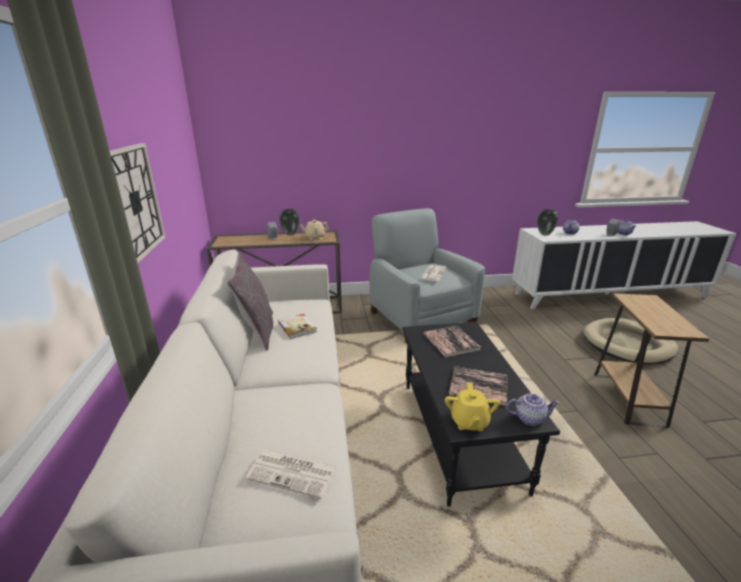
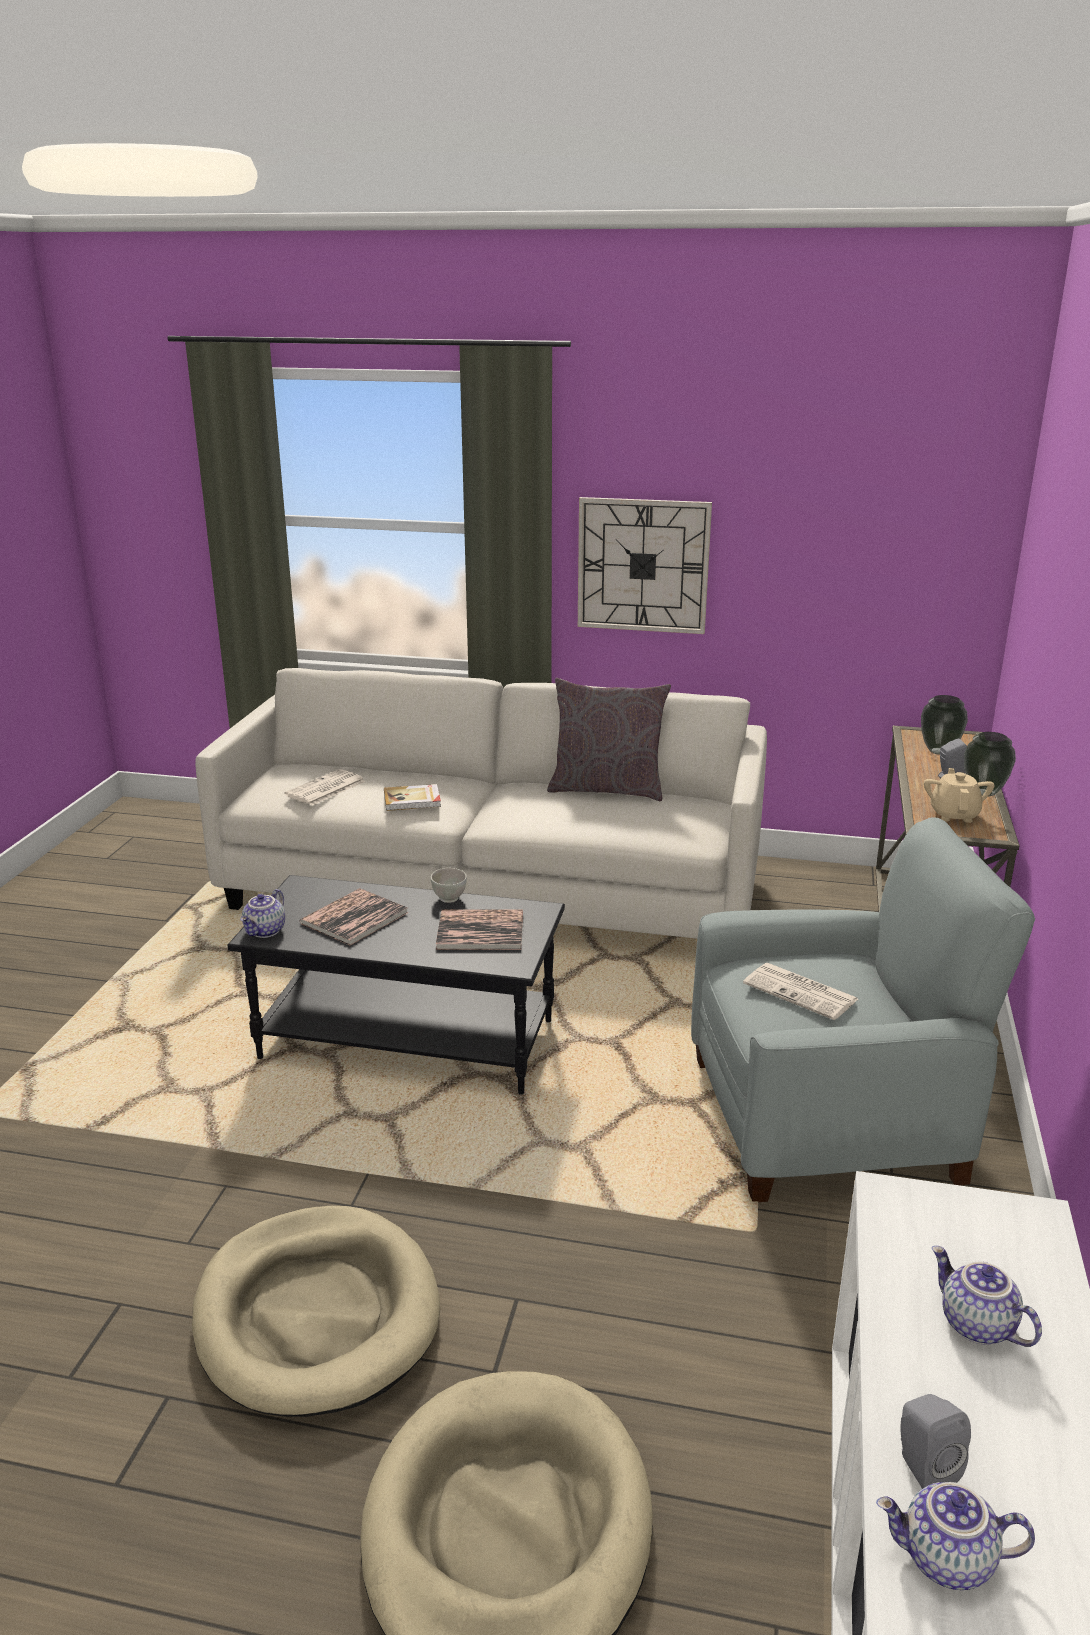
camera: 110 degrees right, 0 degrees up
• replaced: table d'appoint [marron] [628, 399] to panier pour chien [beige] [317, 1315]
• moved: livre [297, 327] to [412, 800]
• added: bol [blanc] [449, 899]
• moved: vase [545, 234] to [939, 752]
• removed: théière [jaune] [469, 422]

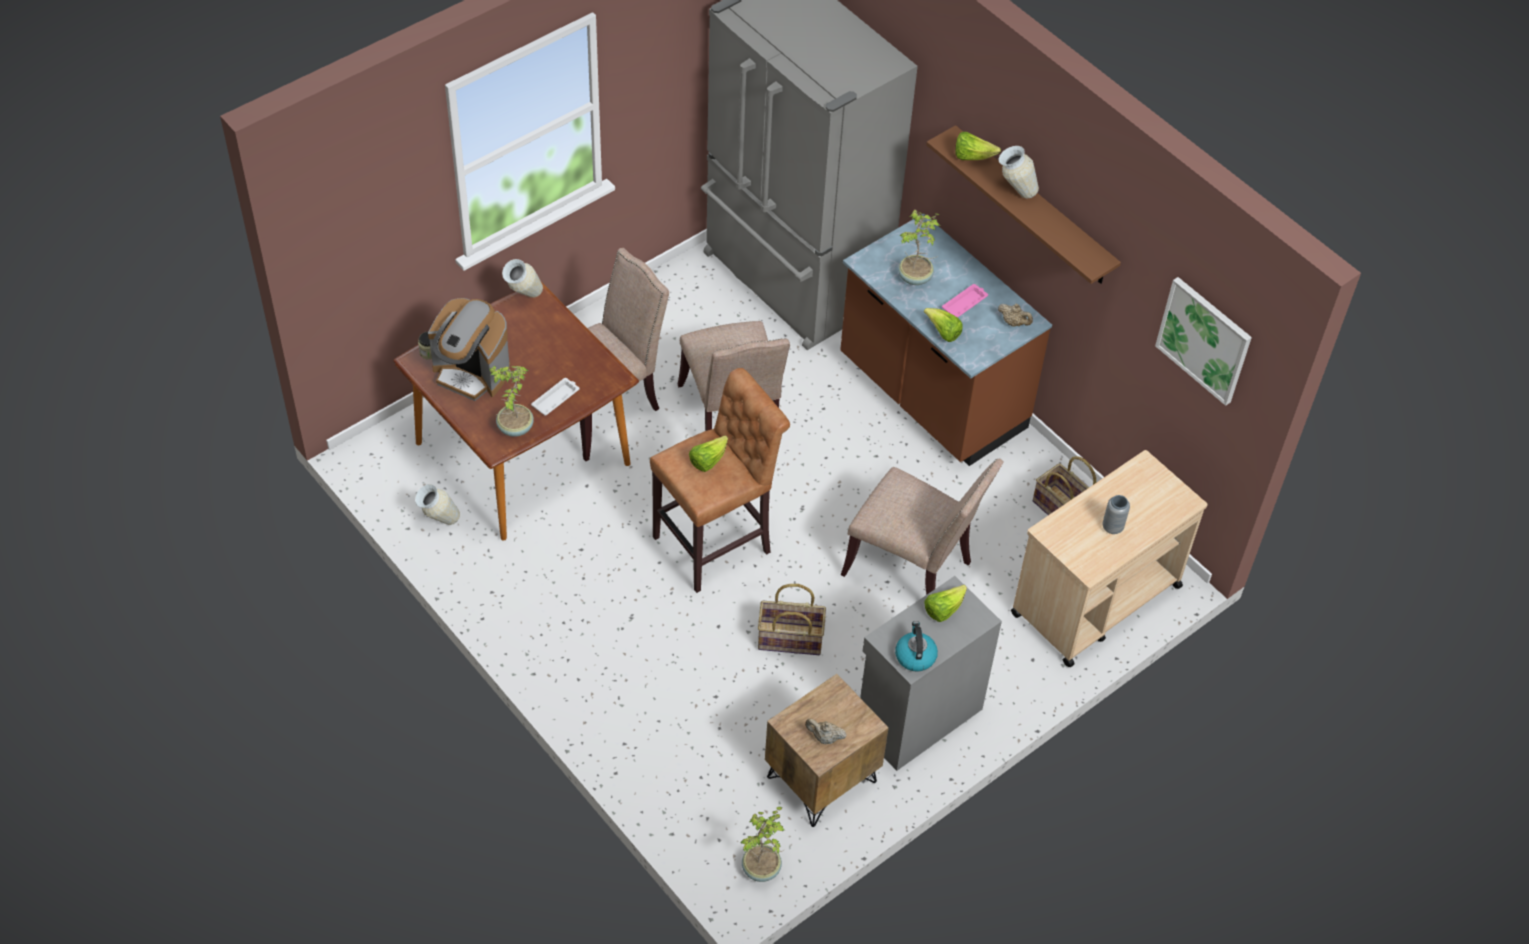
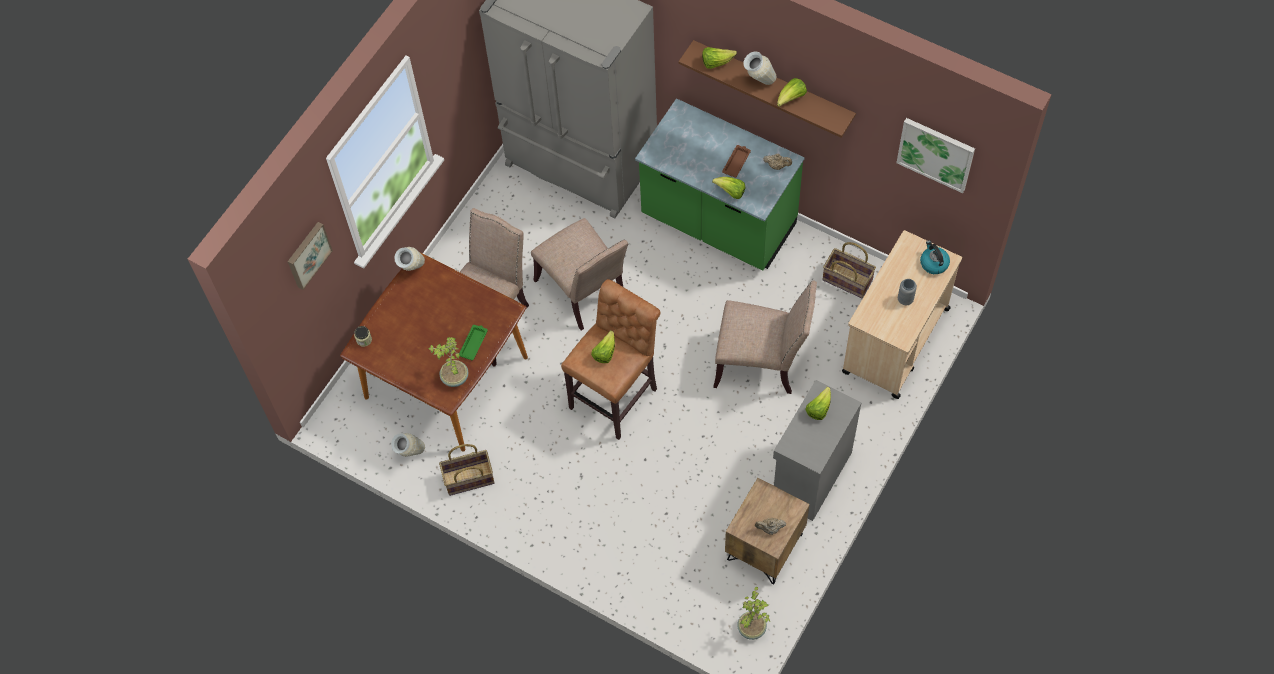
camera: 15 degrees left, 10 degrees up
• added: tableau [307, 254]
• moved: panier [790, 639] to [469, 479]
• recoloured: plateau [blanc] [556, 398] to plateau [vert] [473, 343]
• recoloured: comptoir de cuisine [marron] [931, 395] to comptoir de cuisine [vert] [718, 222]
• recoloured: plateau [rose] [965, 303] to plateau [marron] [736, 162]
• added: laitue [791, 98]
• moved: bouilloire [915, 656] to [933, 263]
• removed: machine à café [471, 373]
• removed: plante en pot [916, 278]

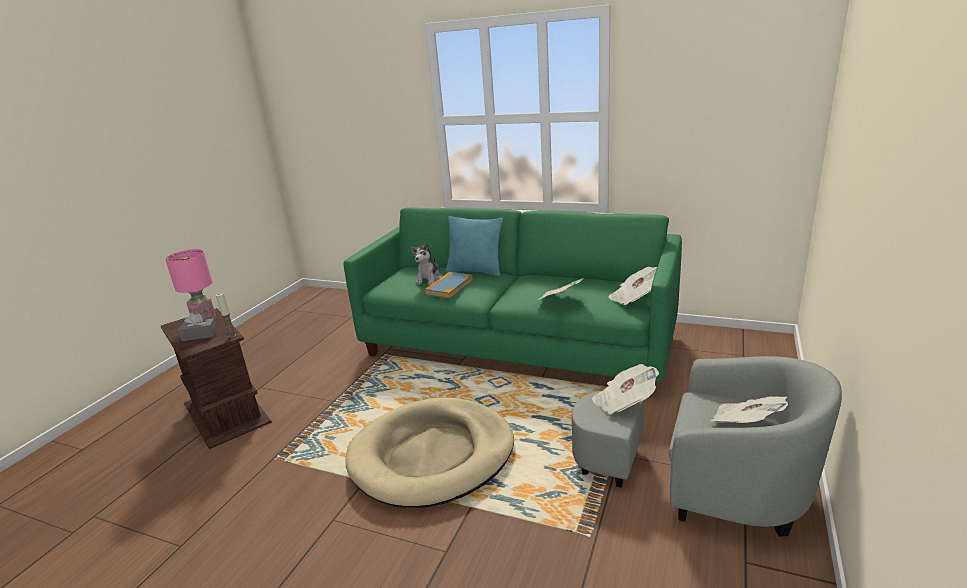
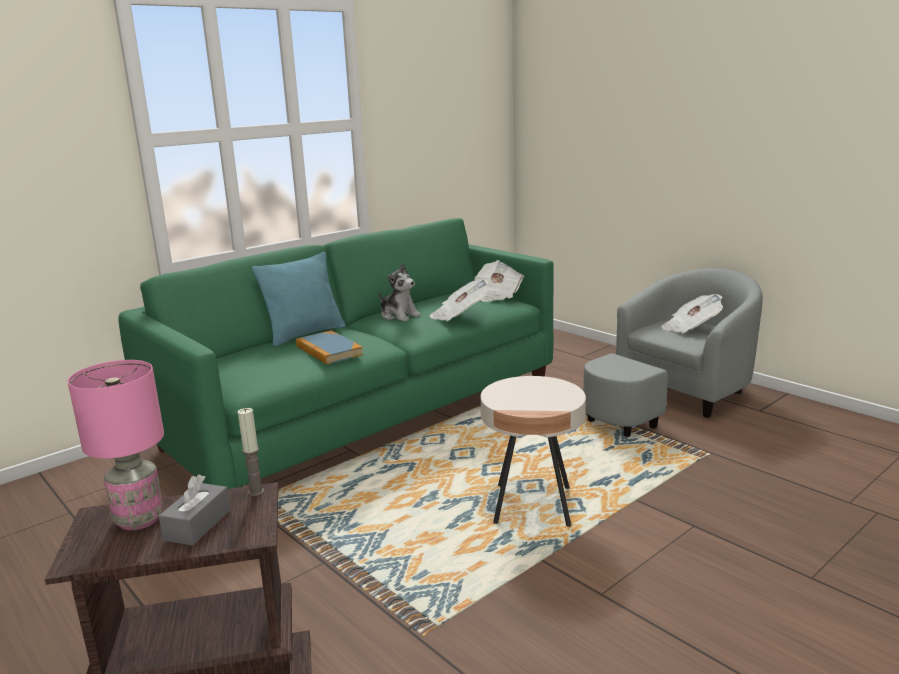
camera: 65 degrees left, 5 degrees down
• moved: peluche [429, 279] to [399, 315]
• replaced: panier pour chien [beige] [432, 455] to table d'appoint [beige] [532, 505]
• removed: journal [624, 403]

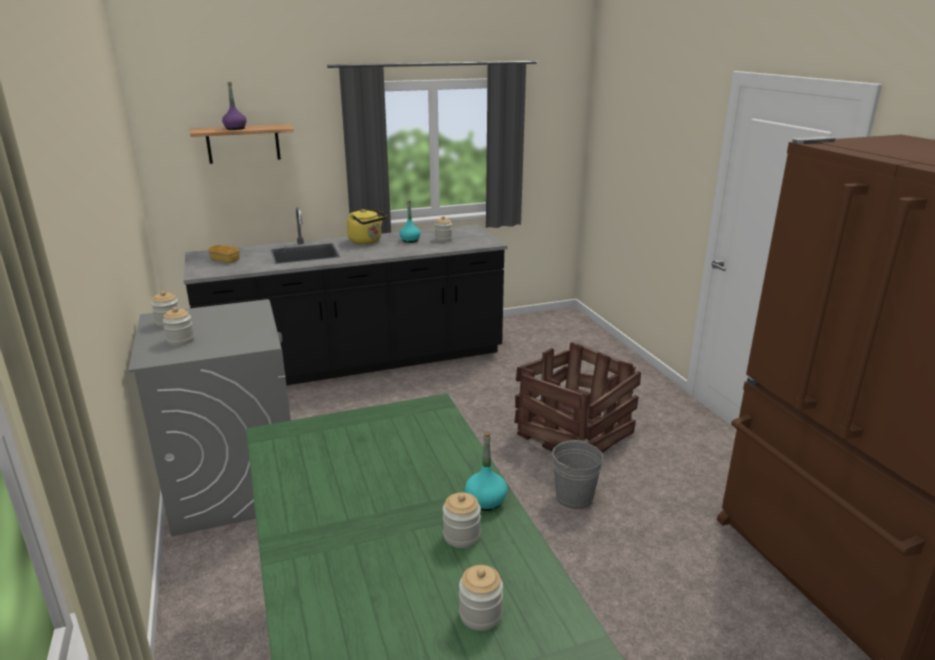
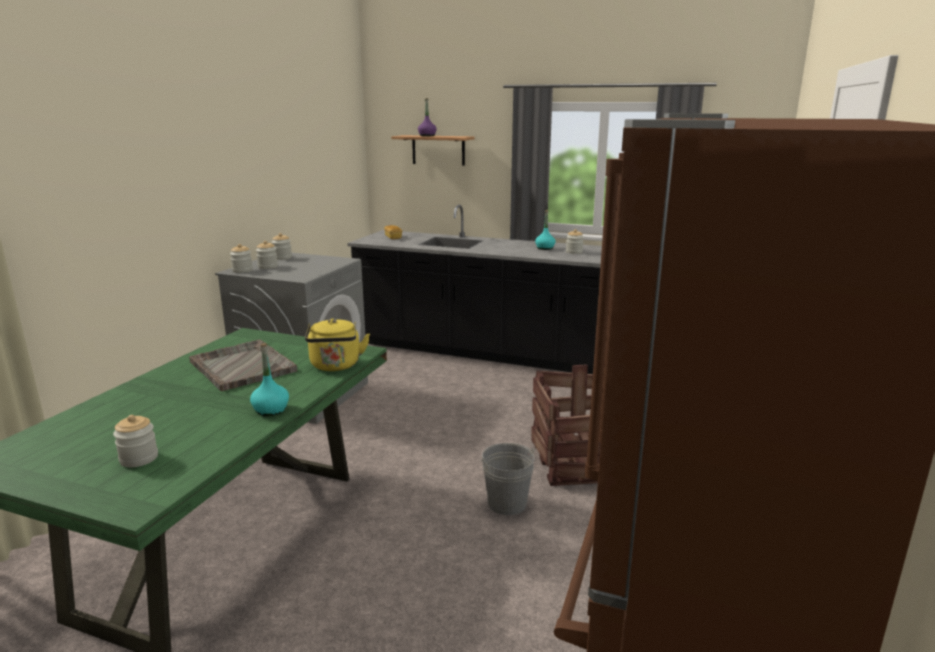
camera: 40 degrees right, 5 degrees down
• added: plateau [gris] [242, 366]
• moved: bocal [461, 536] to [242, 270]
• moved: bouilloire [jaune] [367, 241] to [335, 366]

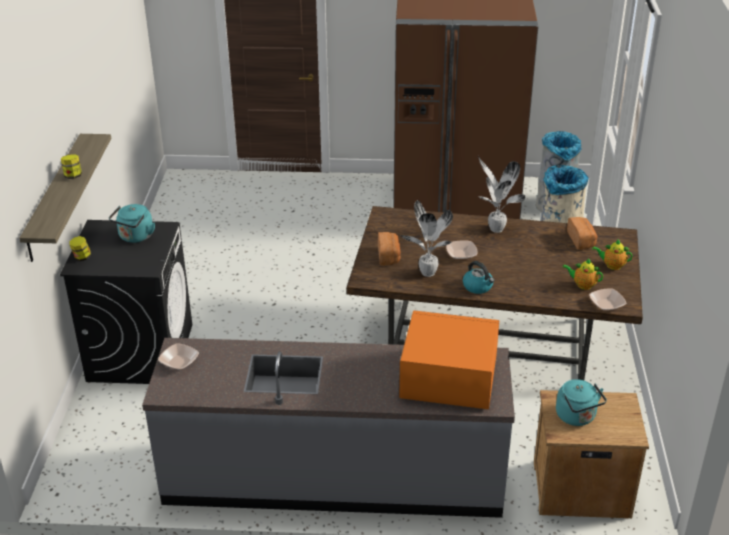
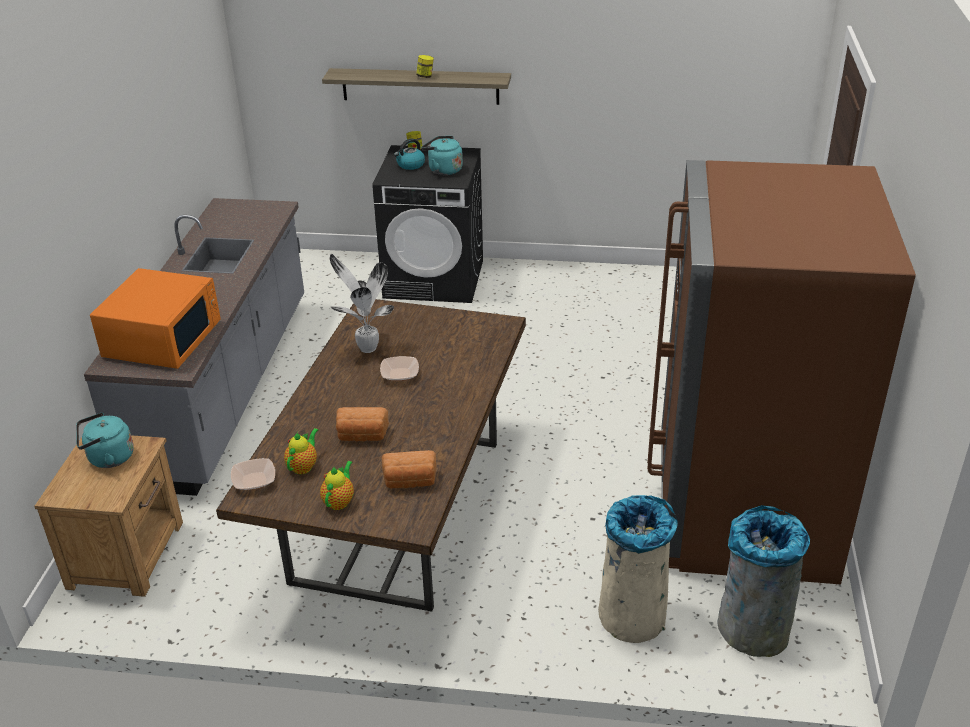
camera: 95 degrees right, 0 degrees up
• moved: pain [389, 256] to [362, 436]
• moved: bouilloire [478, 287] to [410, 165]
• removed: bol [179, 362]
• removed: plante en pot [495, 229]

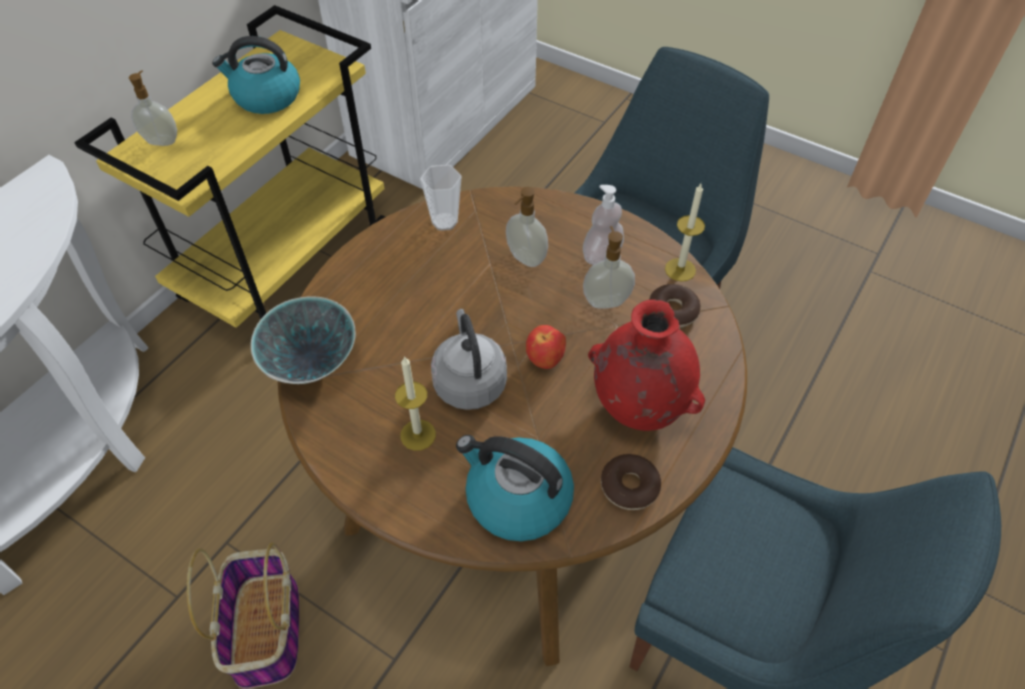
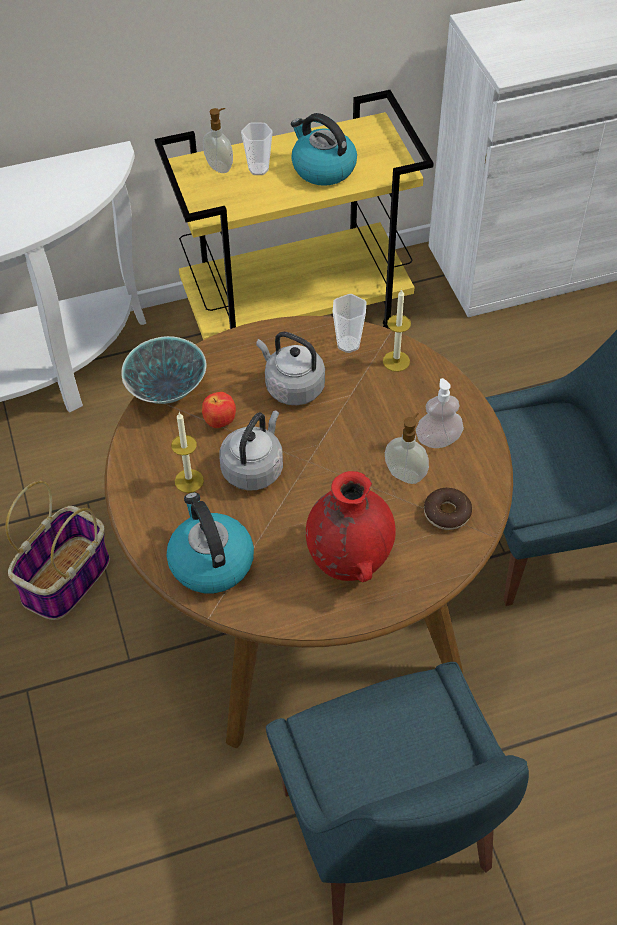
camera: 40 degrees right, 0 degrees up
• moved: pomme [545, 361] to [220, 422]
• added: tasse [258, 169]
• added: bouilloire [gris] [292, 387]
• moved: bougie [680, 270] to [396, 361]
• removed: distributeur de savon [525, 259]
• removed: beignet [629, 487]

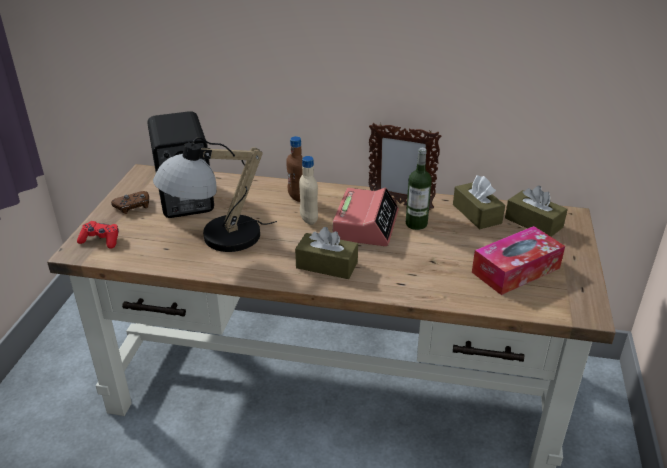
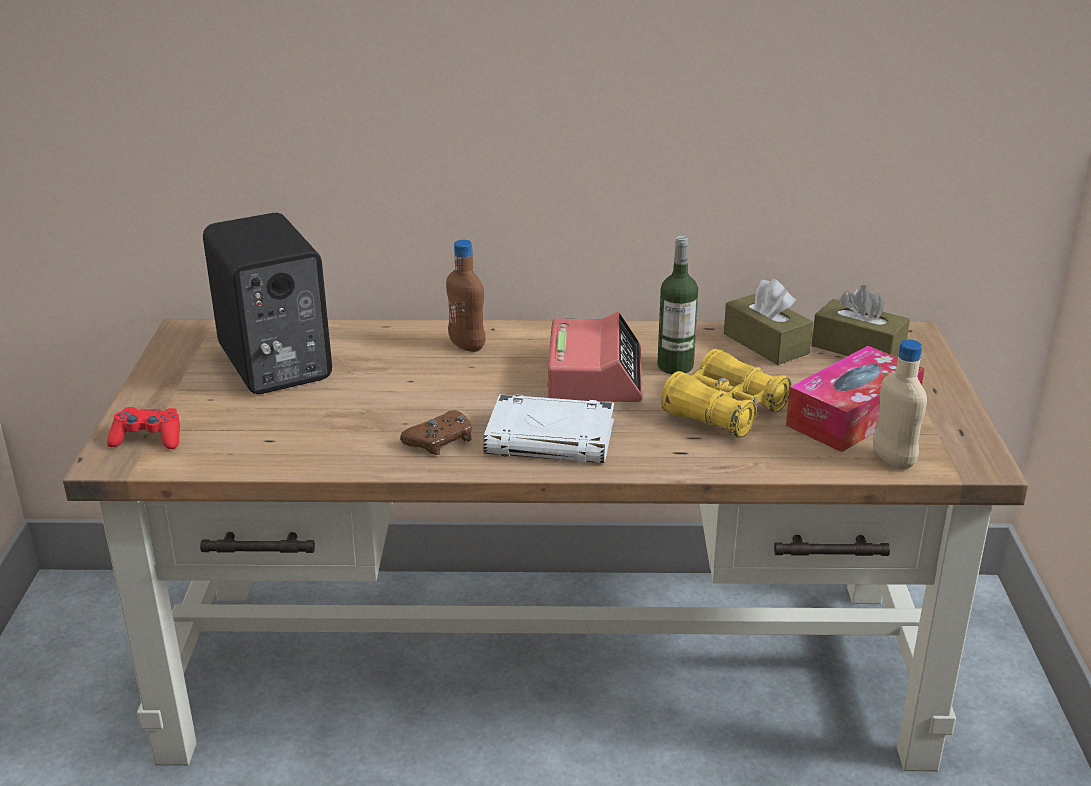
camera: 10 degrees left, 5 degrees down
• moved: manette [marron] [133, 206] to [440, 440]
• replaced: boîte à mouchoirs [marron] [327, 265] to livre [blanc] [551, 438]
• added: jumelles [jaune] [724, 411]
• moved: bouteille [beige] [309, 219] to [893, 460]
• removed: lampe de table [216, 240]
• removed: cadre photo [400, 204]

